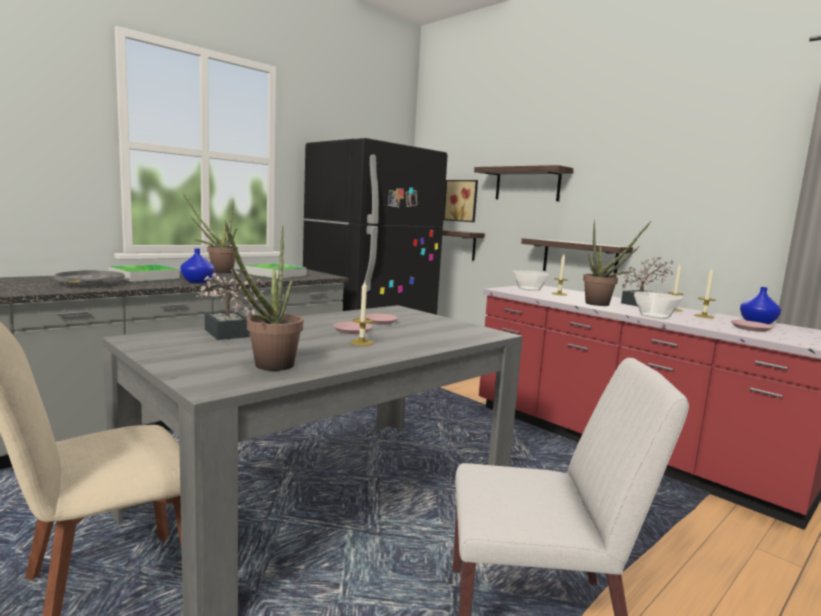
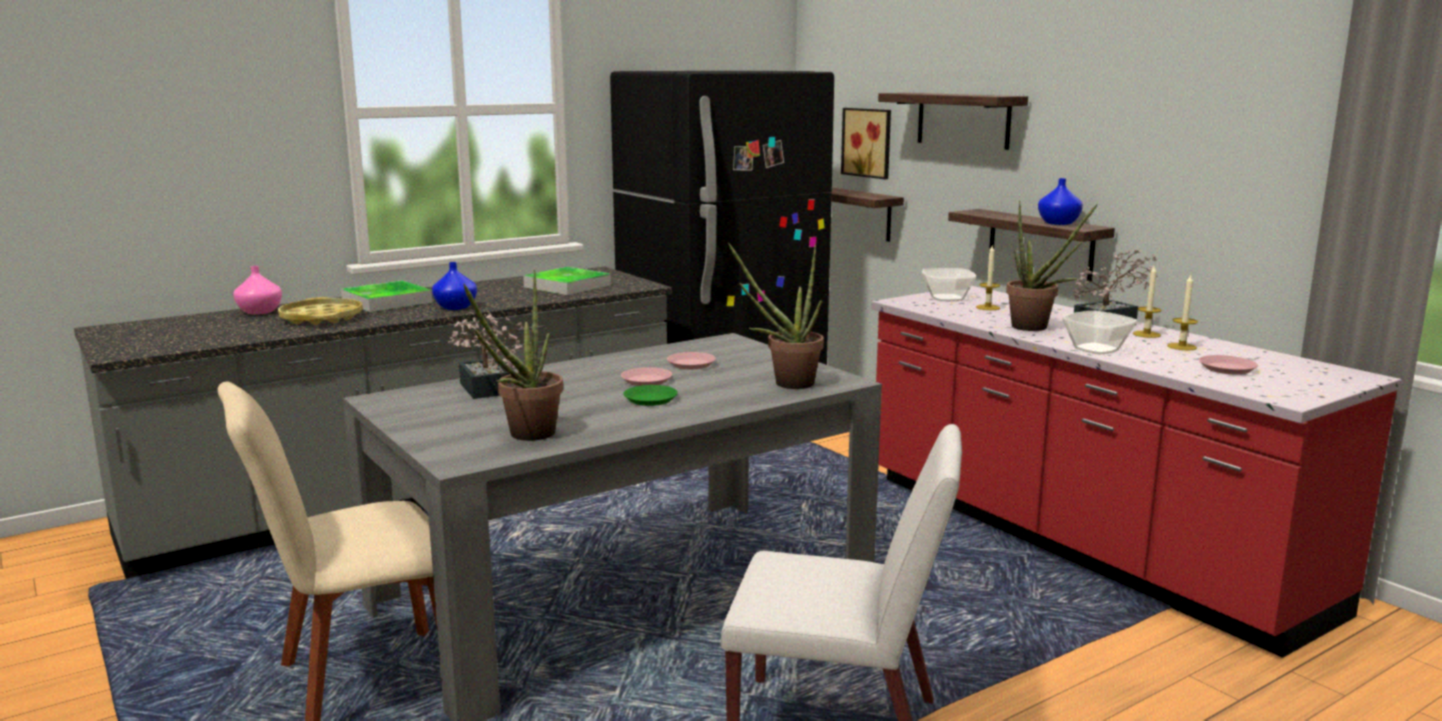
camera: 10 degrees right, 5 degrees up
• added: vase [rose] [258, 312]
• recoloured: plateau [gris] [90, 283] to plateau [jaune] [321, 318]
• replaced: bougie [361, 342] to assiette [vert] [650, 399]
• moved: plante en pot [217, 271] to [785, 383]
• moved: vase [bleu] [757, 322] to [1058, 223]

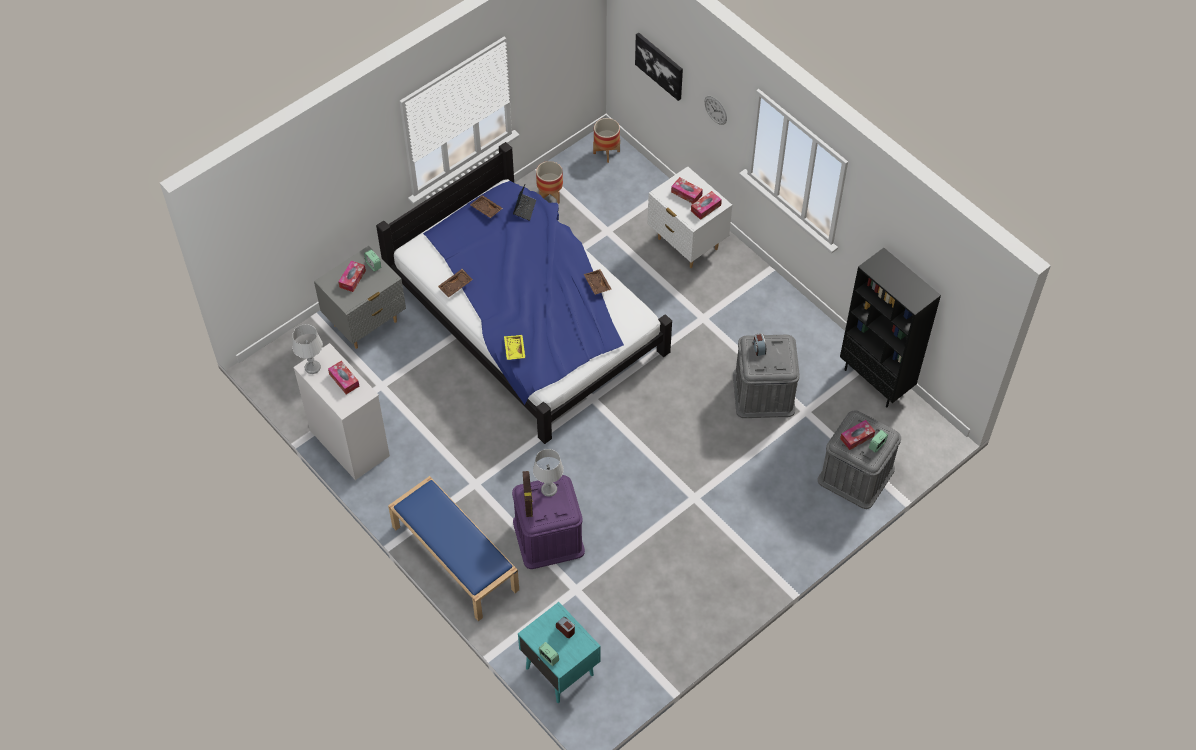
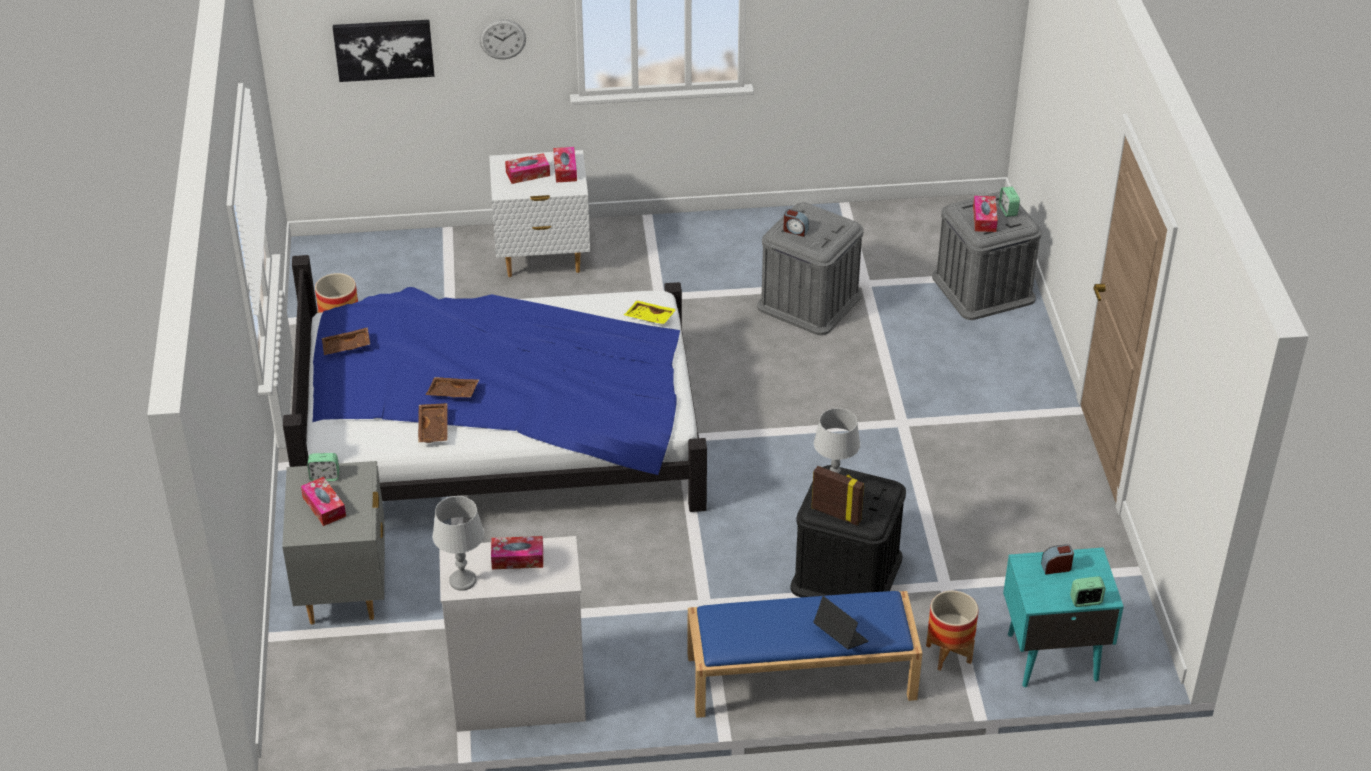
camera: 55 degrees left, 15 degrees down
• moved: plateau [marron] [596, 284] to [452, 393]
• moved: plateau [jaune] [514, 350] to [649, 318]
• recoloured: boîte de rangement [violet] [548, 536] to boîte de rangement [noir] [846, 573]
• moved: ordinateur portable [524, 208] to [840, 635]
• moved: cache-pot [606, 152] to [948, 654]
• removed: bibliothèque [noir] [876, 380]

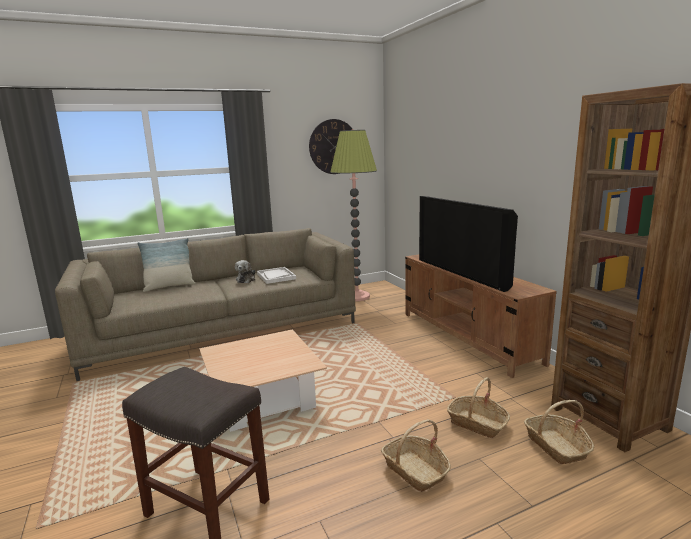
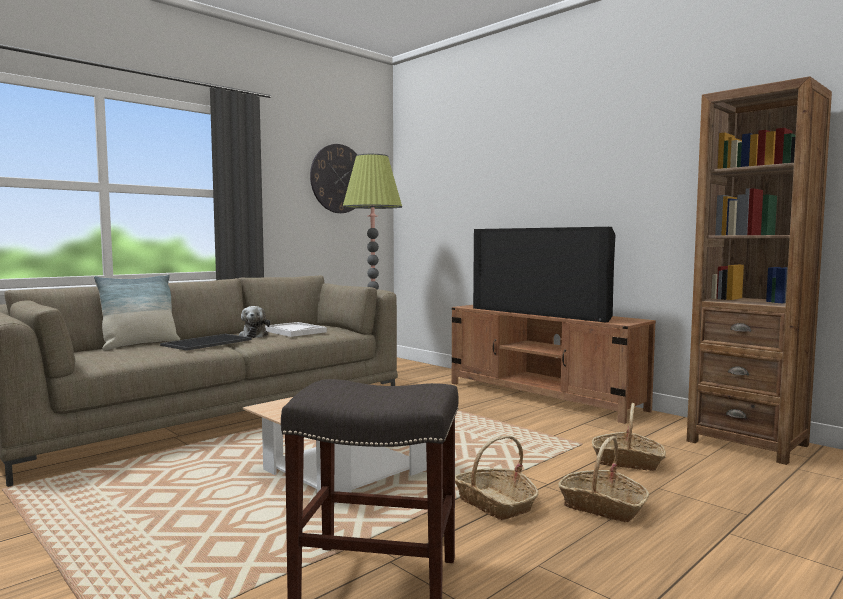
camera: 20 degrees left, 10 degrees down
• added: plateau [207, 342]
• moved: panier [556, 446] to [495, 503]

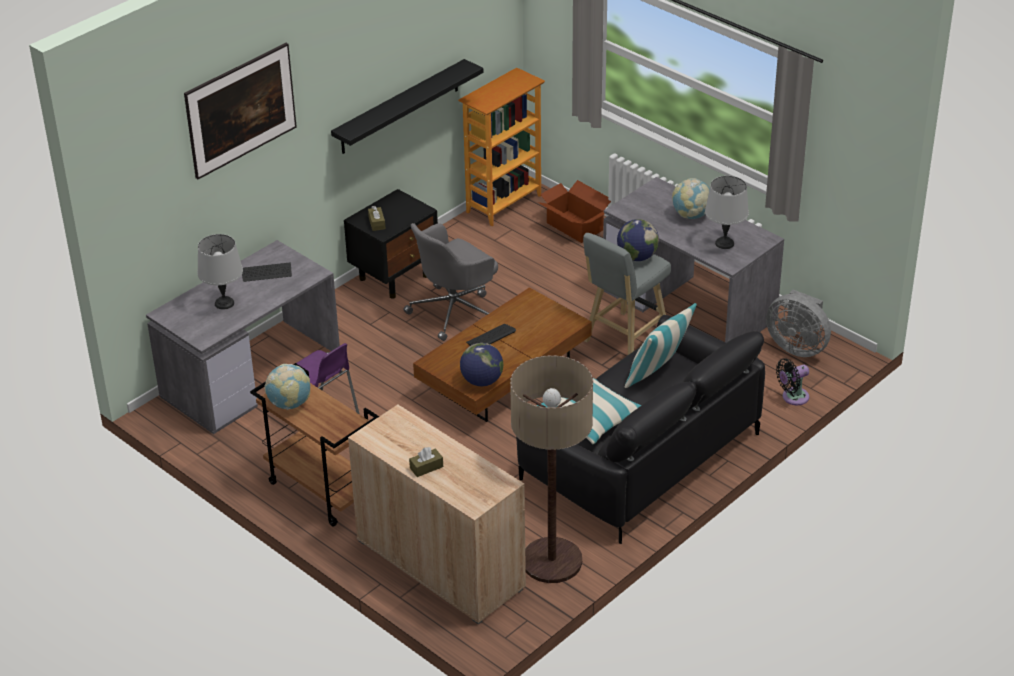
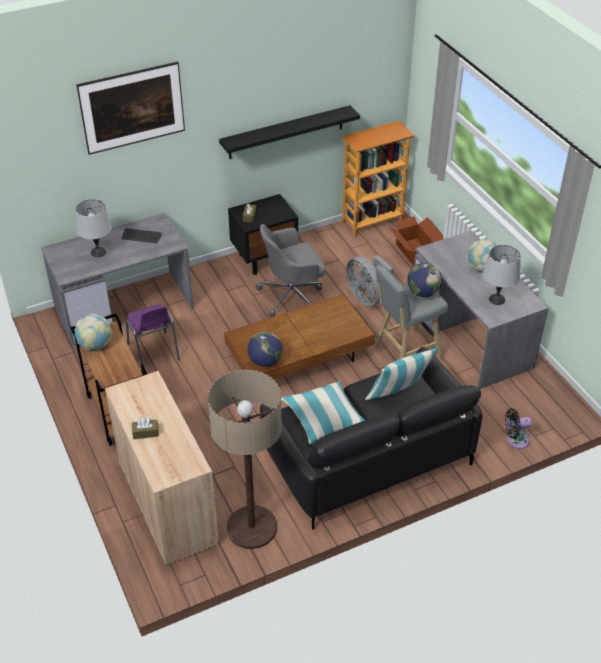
camera: 20 degrees right, 5 degrees up
• moved: ventilateur [gris] [797, 346] to [367, 297]
• removed: clavier [491, 337]

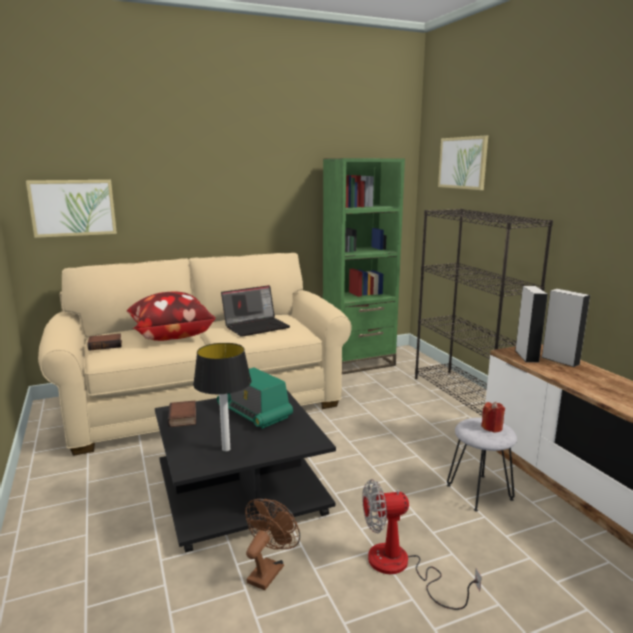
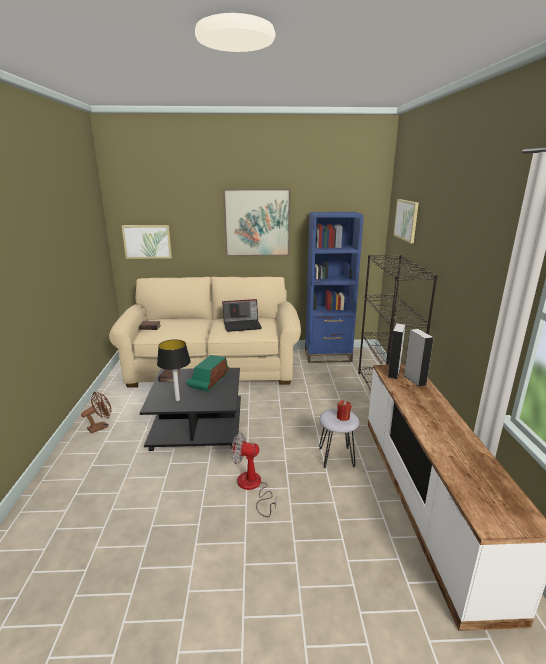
camera: 20 degrees right, 5 degrees up
• moved: ventilateur [marron] [268, 570] to [101, 427]
• turned: radio [255, 412] = [209, 381] 45 degrees clockwise
• added: tableau [257, 223]
• recoloured: bibliothèque [vert] [358, 362] to bibliothèque [bleu] [327, 356]
• removed: coussin [171, 336]

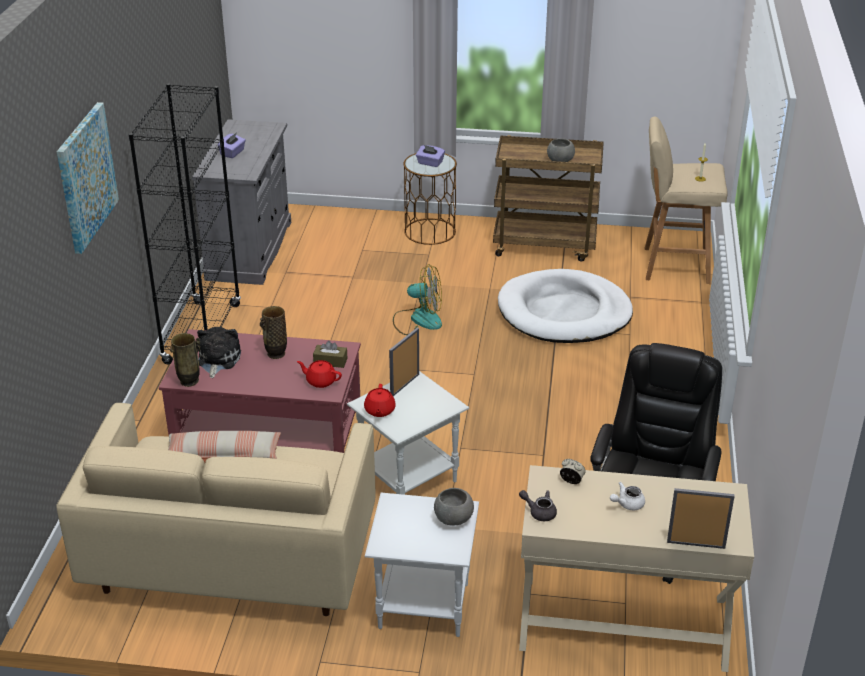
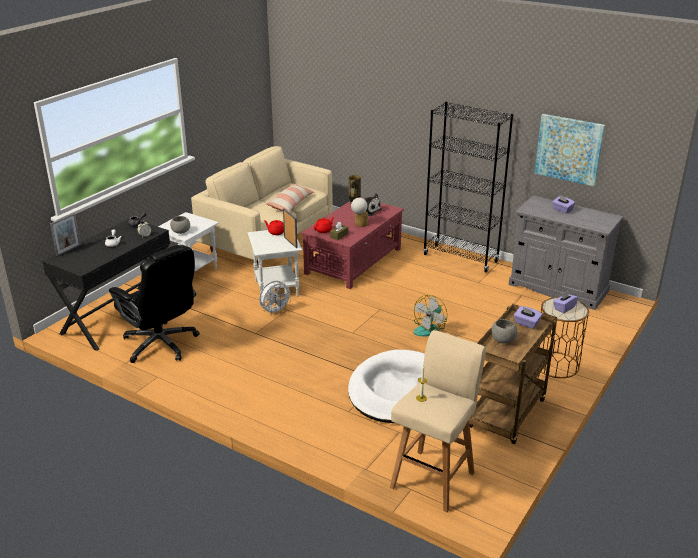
camera: 115 degrees right, 5 degrees down
• recoloured: bureau [beige] [623, 624] to bureau [noir] [119, 316]
• added: ventilateur [blanc] [275, 312]
• replaced: vase [276, 354] to lampe de table [359, 224]
• added: boîte à mouchoirs [violet] [526, 323]
• moved: tableau [86, 177] to [569, 149]

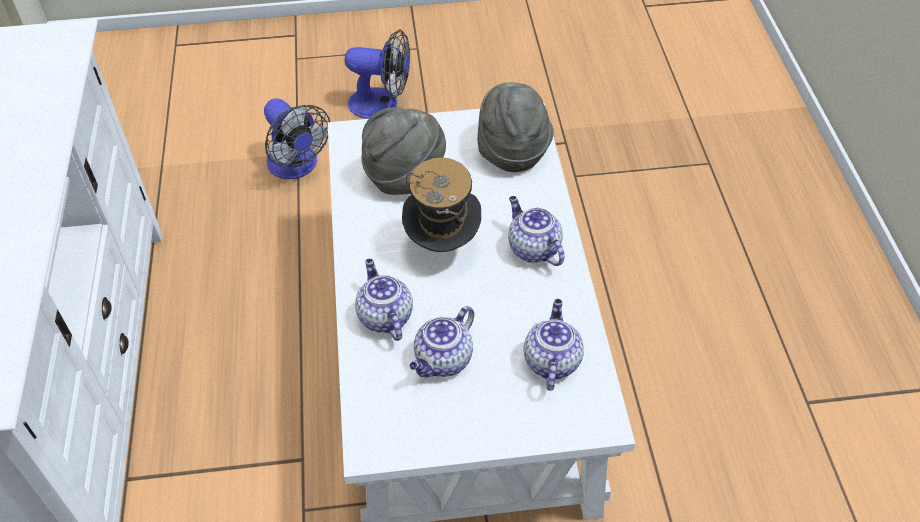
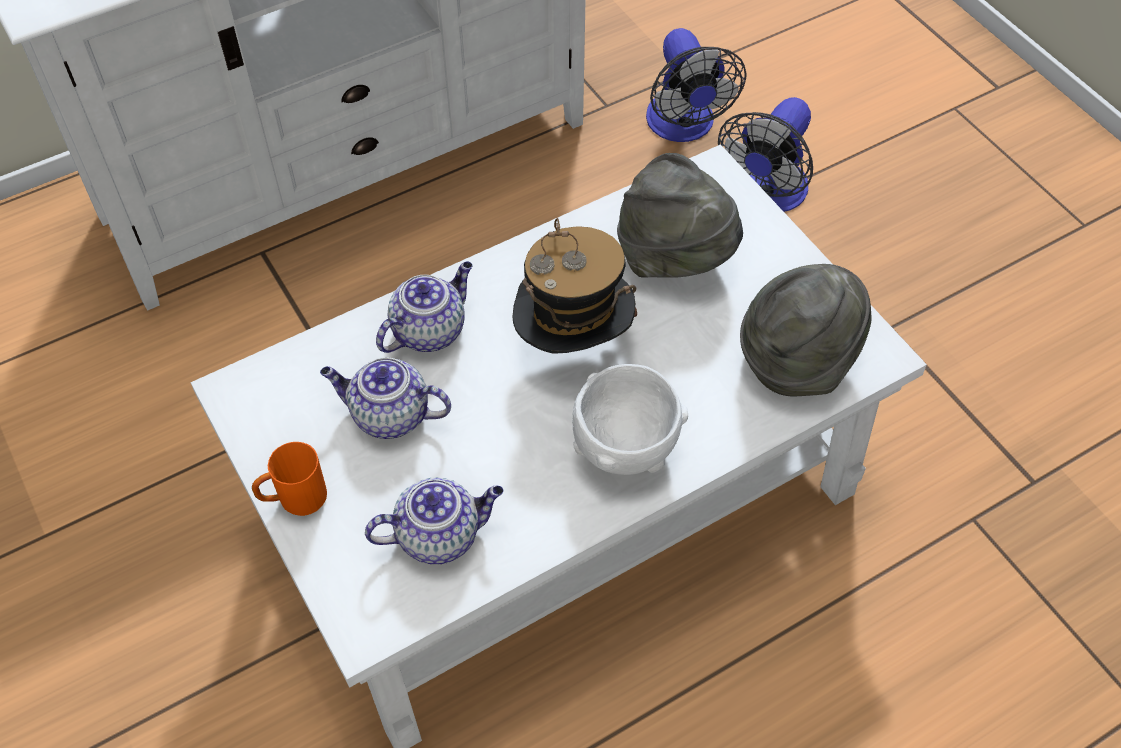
camera: 65 degrees right, 5 degrees up
• added: mug [orange] [294, 500]
• replaced: théière [533, 248] to bol [blanc] [624, 448]
• moved: ventilateur [382, 104] to [683, 127]

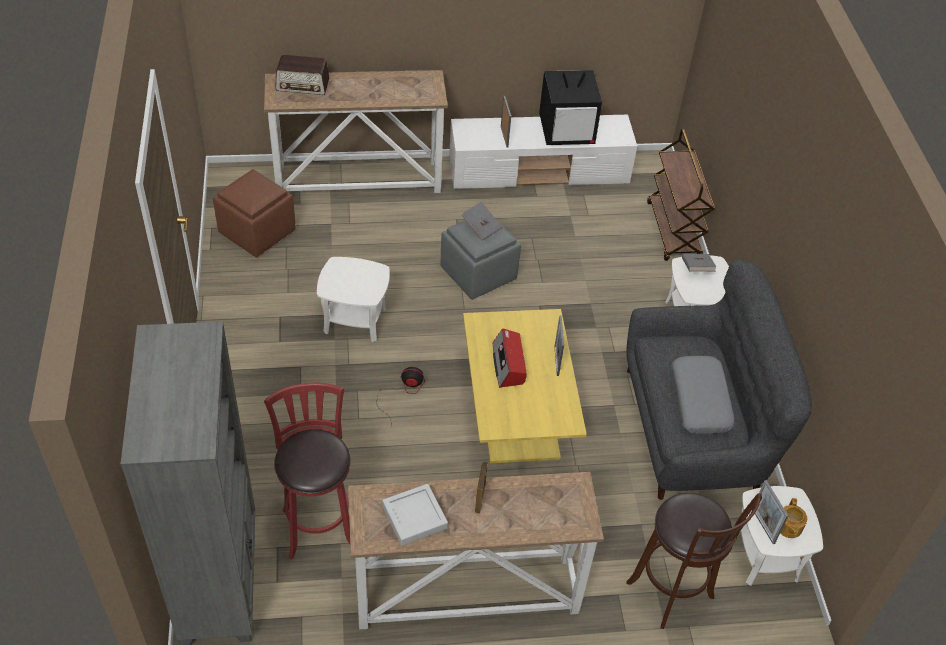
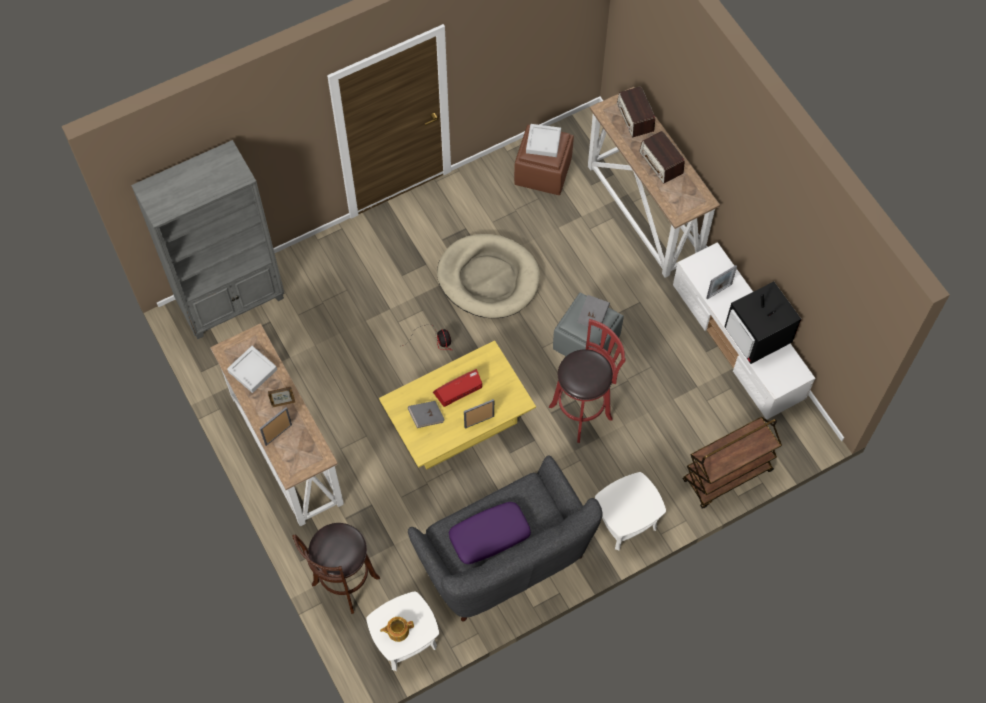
camera: 70 degrees right, 15 degrees up
• moved: cadre photo [763, 526] to [278, 434]
• moved: livre [gris] [696, 269] to [426, 417]
• replaced: table d'appoint [blanc] [354, 320] to panier pour chien [beige] [488, 278]
• recoloured: coussin [gris] [700, 401] to coussin [violet] [489, 536]
• added: plateau [gris] [543, 142]
• moved: tabouret [rouge] [318, 524] to [583, 411]
• added: radio [661, 163]

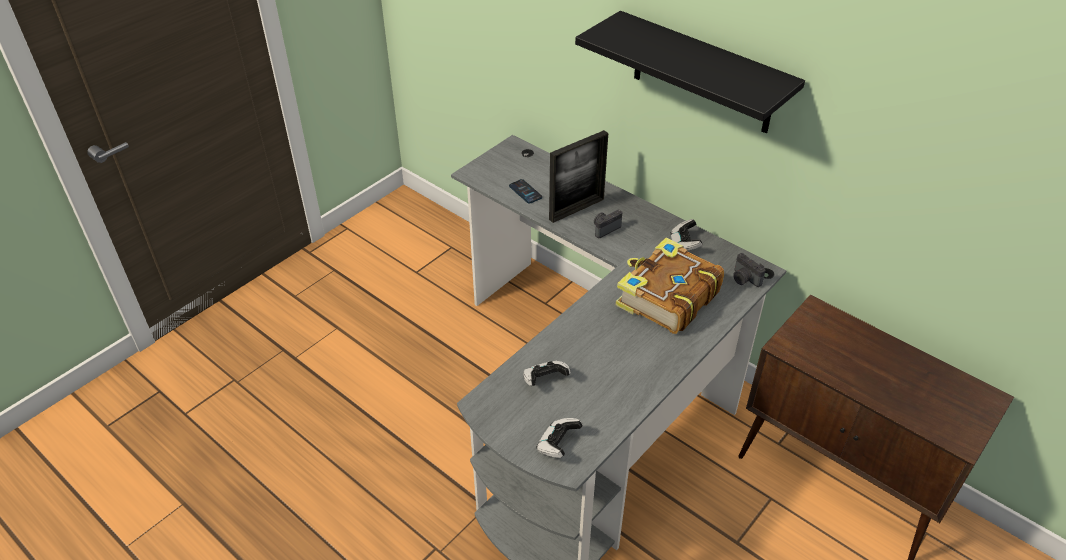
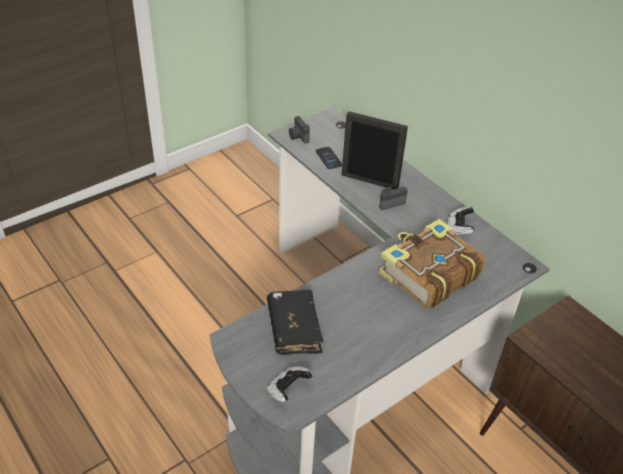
camera: 10 degrees right, 0 degrees up
• replaced: manette [545, 380] to livre [noir] [294, 328]
• moved: appareil photo [744, 279] to [298, 137]
• turned: cadre photo [576, 209] = [369, 181] 135 degrees counterclockwise
• removed: étagère [noir] [703, 74]

